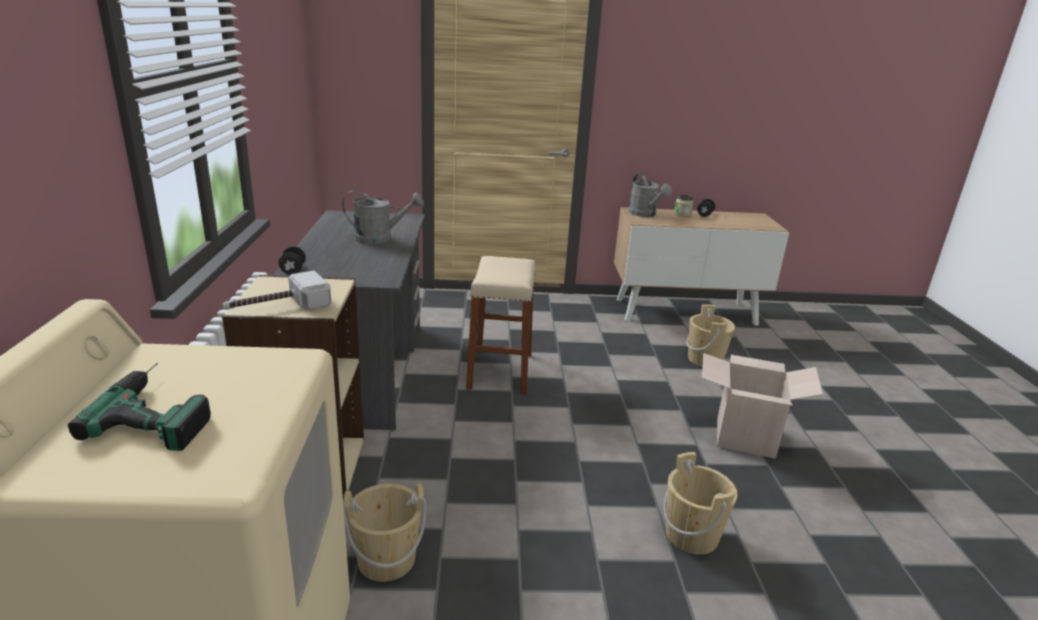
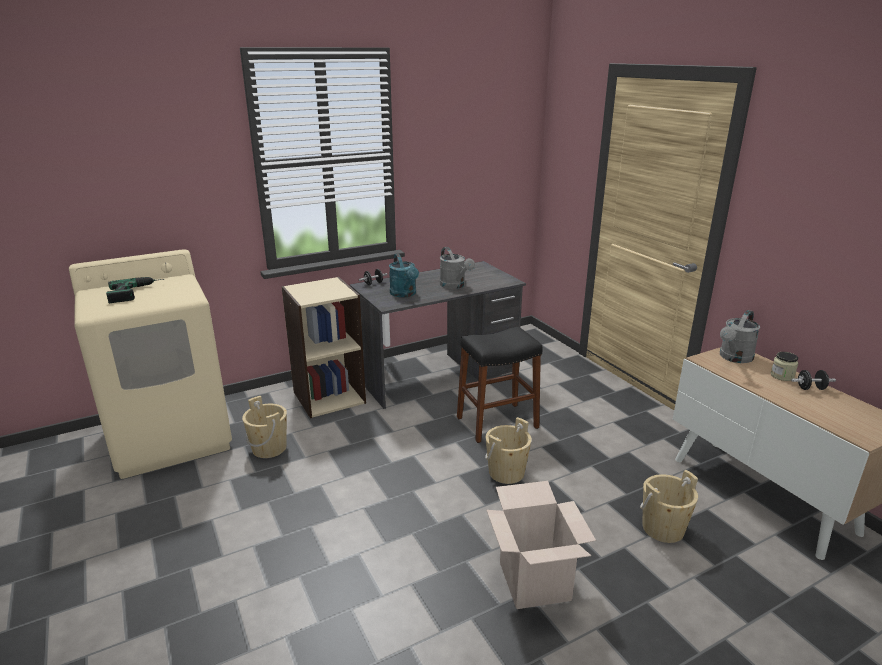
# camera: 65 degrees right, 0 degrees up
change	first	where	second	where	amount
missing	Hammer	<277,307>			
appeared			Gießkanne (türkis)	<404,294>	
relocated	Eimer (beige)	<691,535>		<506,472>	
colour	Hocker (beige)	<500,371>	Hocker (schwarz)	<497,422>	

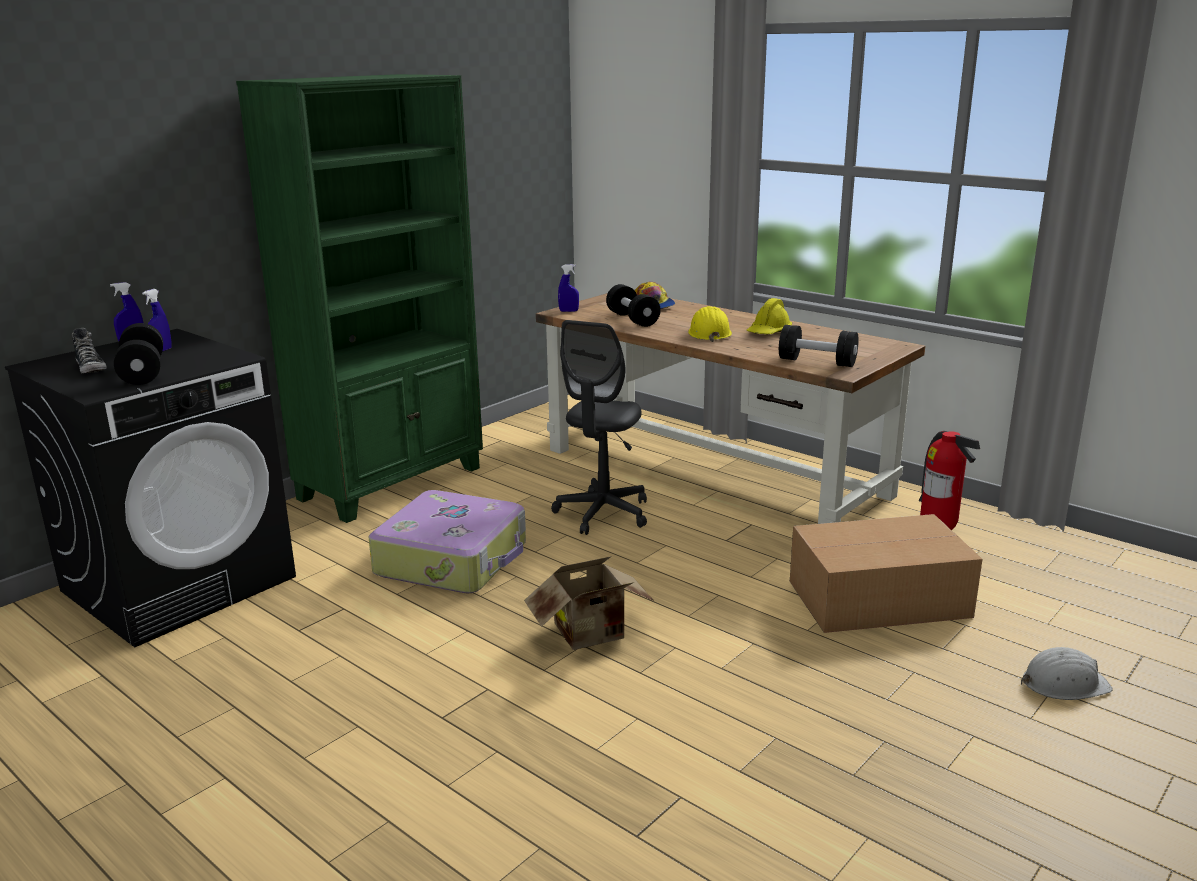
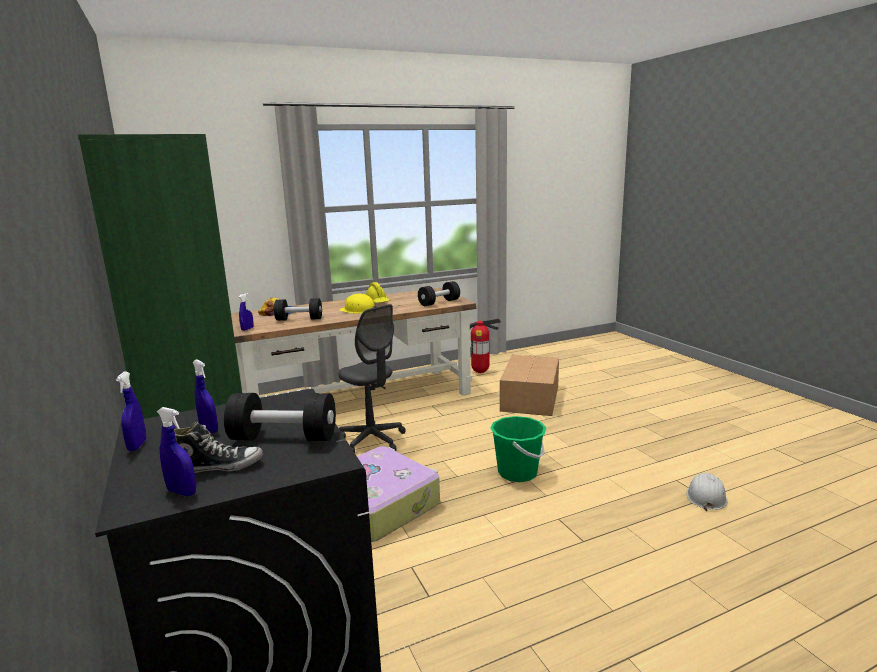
# camera: 65 degrees left, 5 degrees down
change	first	where	second	where	amount
appeared			Sprühflasche (blau)	<182,492>	
relocated	Schutzhelm (weiß)	<1063,684>		<706,496>	
exchanged	Karton	<593,635>	Eimer (grün)	<517,473>	

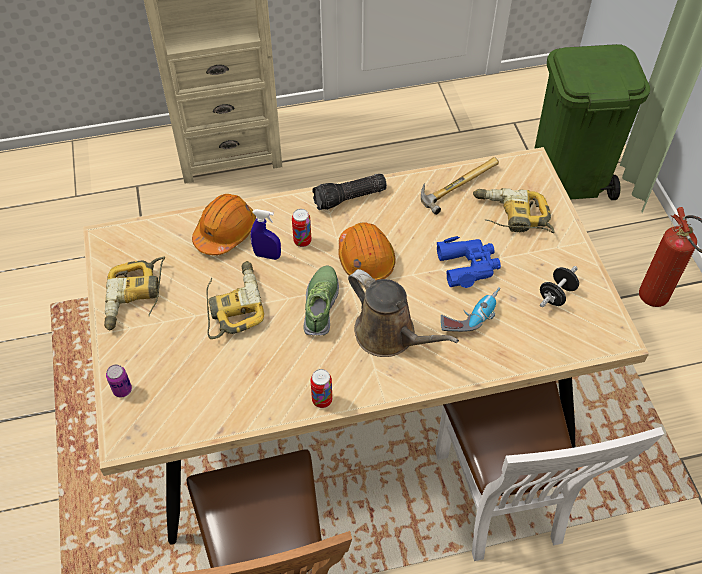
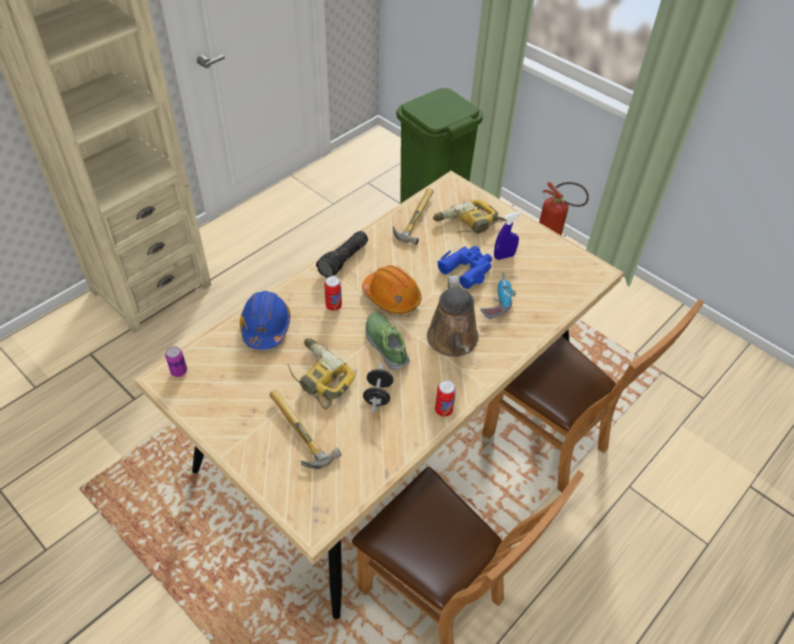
# camera: 35 degrees left, 5 degrees down
change	first	where	second	where	amount
missing	Bohrmaschine	<136,298>			
appeared			Hammer	<296,434>	
relocated	Dose	<122,390>		<179,371>	
relocated	Sprühflasche (blau)	<267,255>		<504,256>	
relocated	Hantel (schwarz)	<556,295>		<378,395>	
colour	Schutzhelm (orange)	<225,232>	Schutzhelm (blau)	<265,327>	
colour	Stuhl (weiß)	<502,503>	Stuhl (braun)	<552,444>	
spun	Gießkanne (braun)	<389,335>		<453,341>	75 degrees clockwise

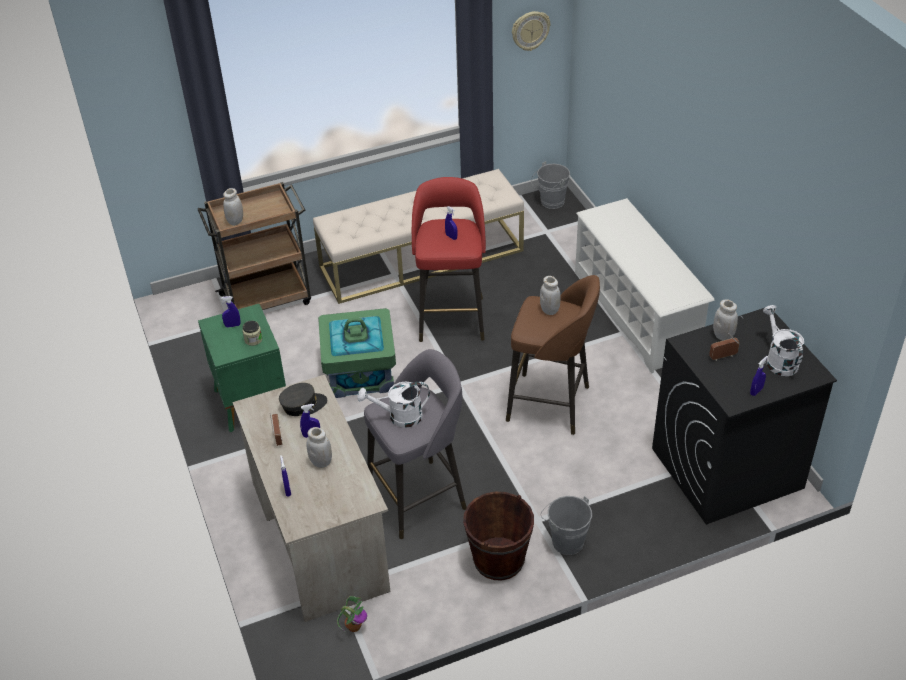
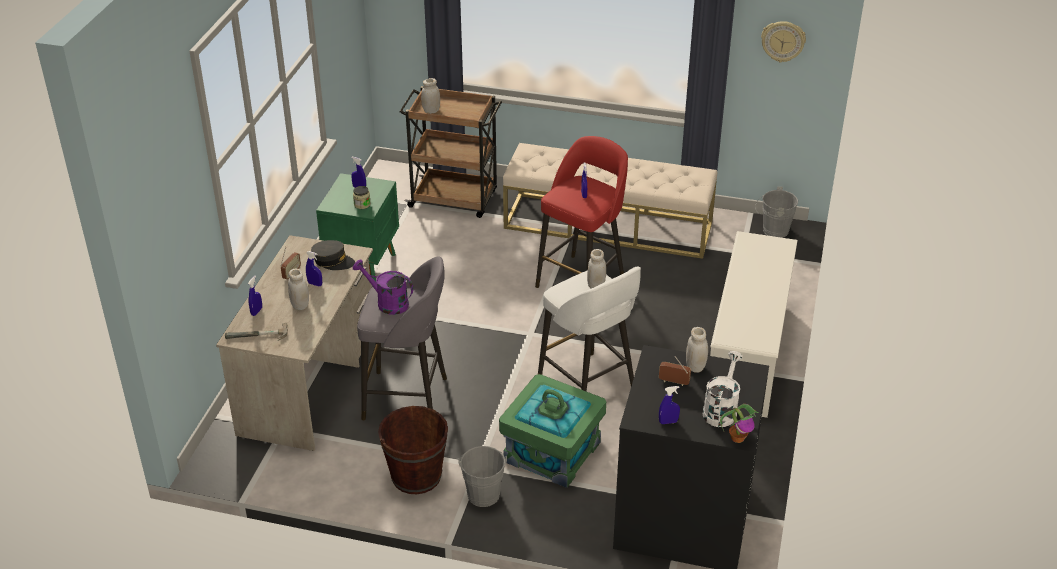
# camera: 35 degrees right, 5 degrees down
change	first	where	second	where	amount
appeared			Hammer	<257,337>	
relocated	Aufbewahrungsbox (grün)	<360,372>		<552,451>	
relocated	Topfpflanze	<354,626>		<738,437>	
colour	Gießkanne (weiß)	<399,417>	Gießkanne (lila)	<387,303>	
colour	Hocker (braun)	<551,404>	Hocker (weiß)	<588,387>	

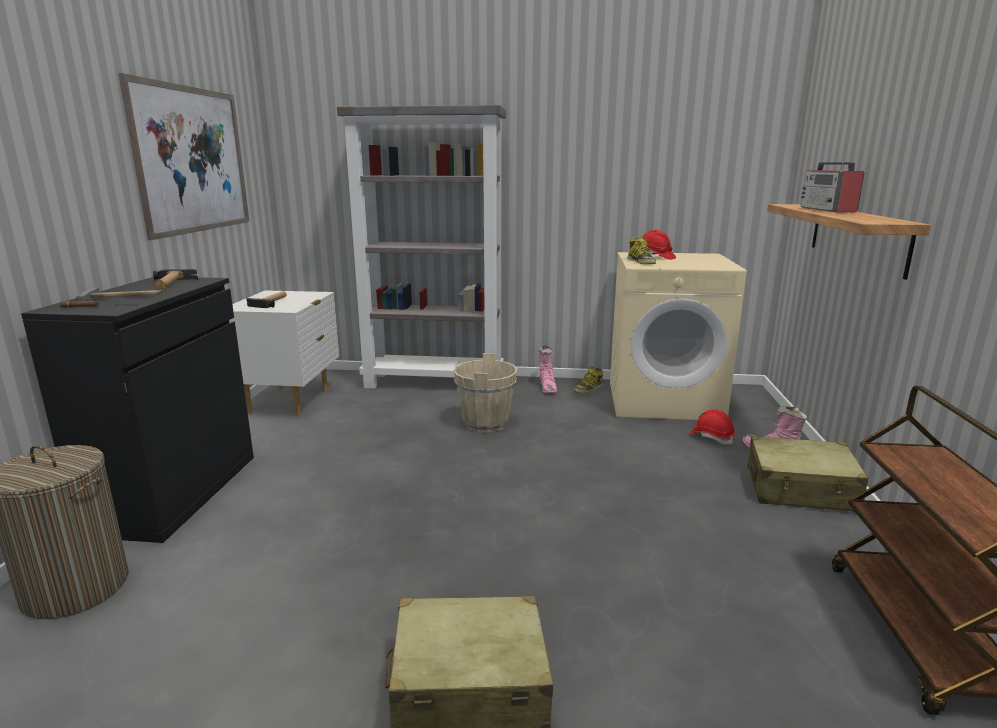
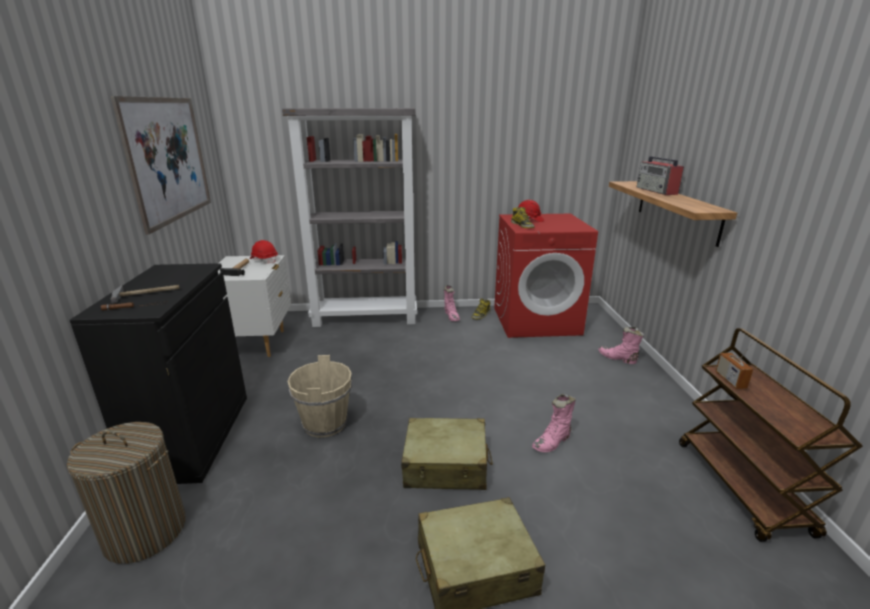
# camera: 10 degrees left, 5 degrees up
change	first	where	second	where	amount
missing	Hammer	<171,284>			
appeared			Stiefel (rosa)	<552,442>	
appeared			Radio	<730,380>	
relocated	Eimer (beige)	<486,423>		<325,424>	
relocated	Schutzhelm (rot)	<711,437>		<264,260>	
relocated	Koffer (beige)	<800,489>		<446,465>	
colour	Waschmaschine (beige)	<664,400>	Waschmaschine (rot)	<536,321>	

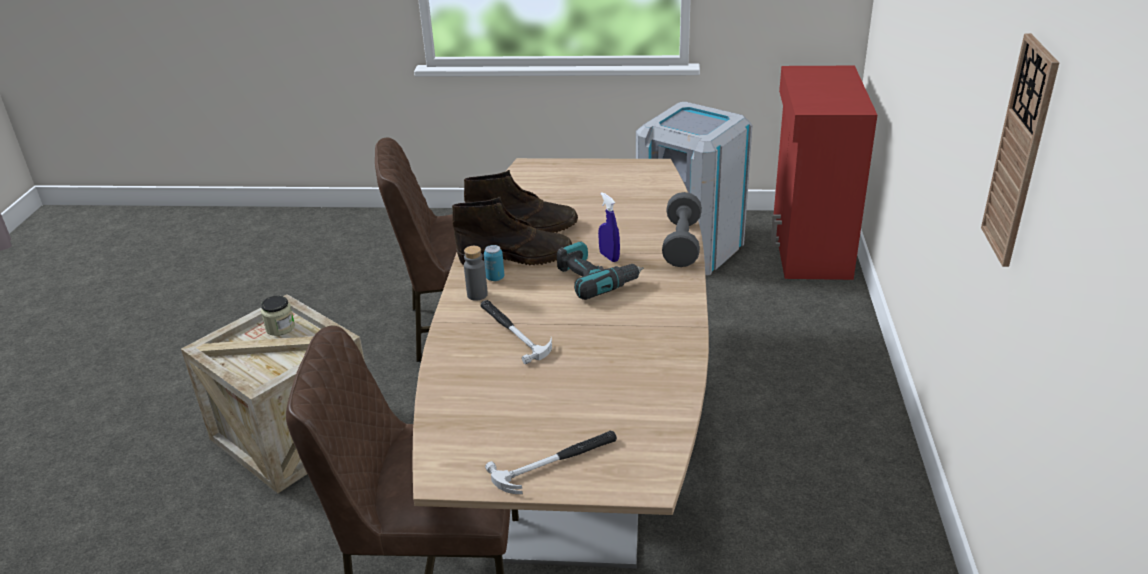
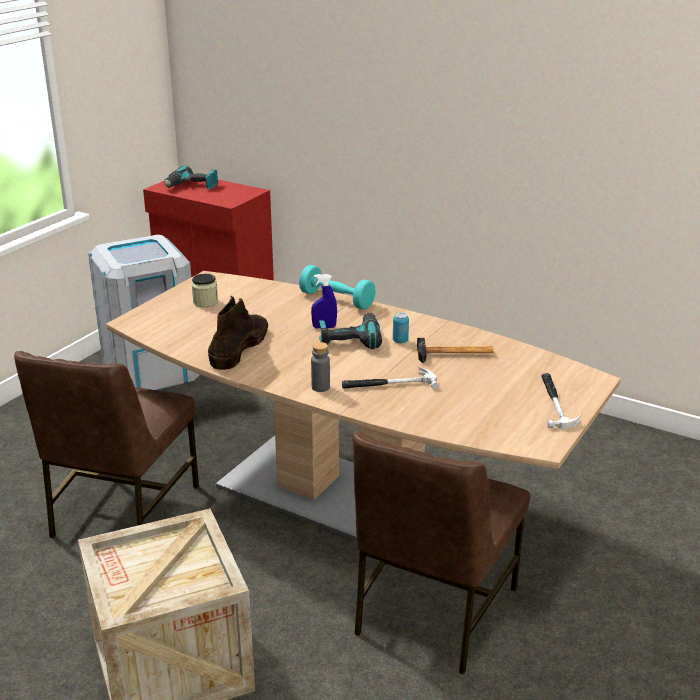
# camera: 65 degrees left, 5 degrees down
change	first	where	second	where	amount
missing	Stiefel (braun)	<517,257>			
missing	Wanduhr	<1020,153>			
appeared			Bohrmaschine	<191,186>	
appeared			Hammer	<455,355>	
relocated	Vorratsglas	<280,328>		<205,302>	
relocated	Dose	<495,278>		<400,341>	
colour	Hantel (grau)	<682,244>	Hantel (türkis)	<337,300>	

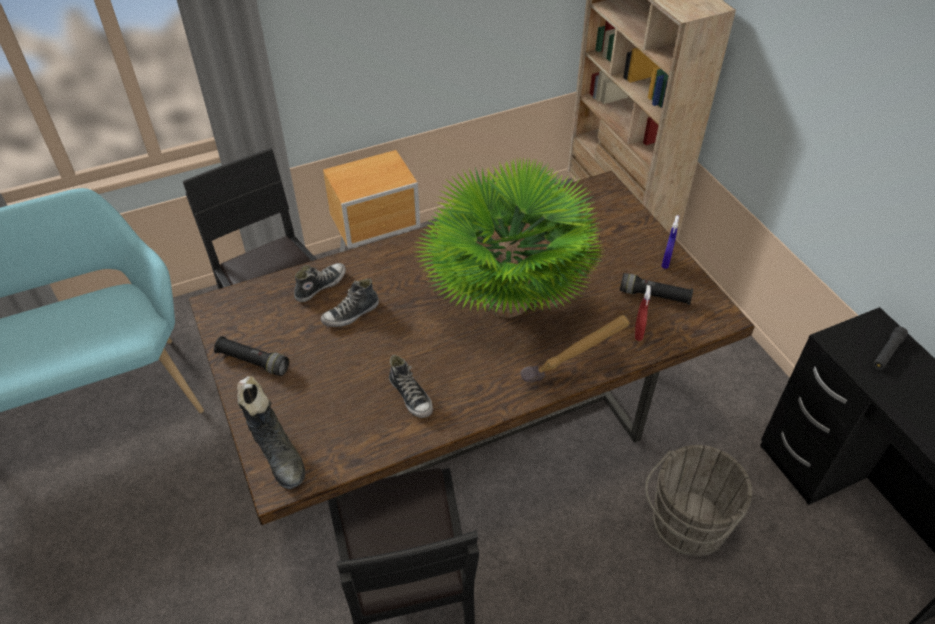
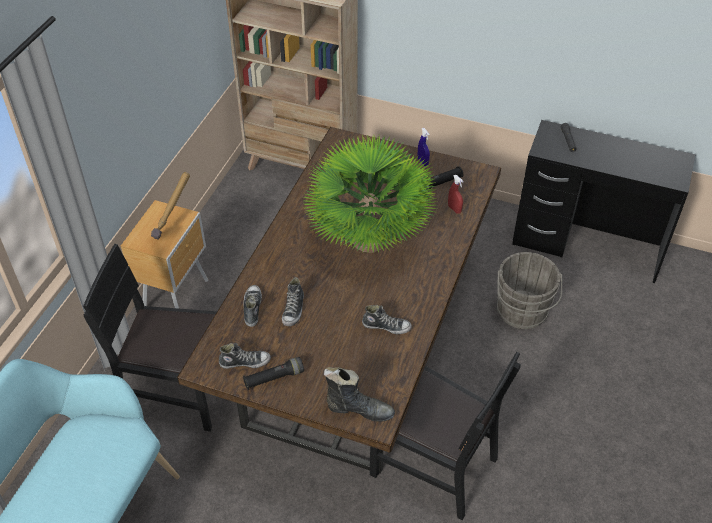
# camera: 45 degrees left, 0 degrees up
change	first	where	second	where	amount
appeared			Schuh	<245,362>	
relocated	Hammer	<569,382>		<175,229>	

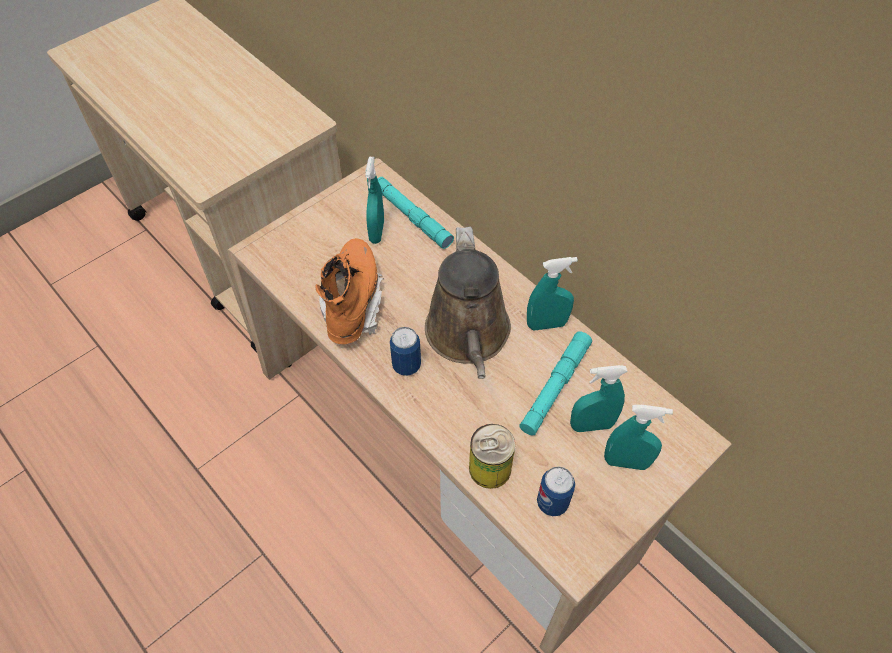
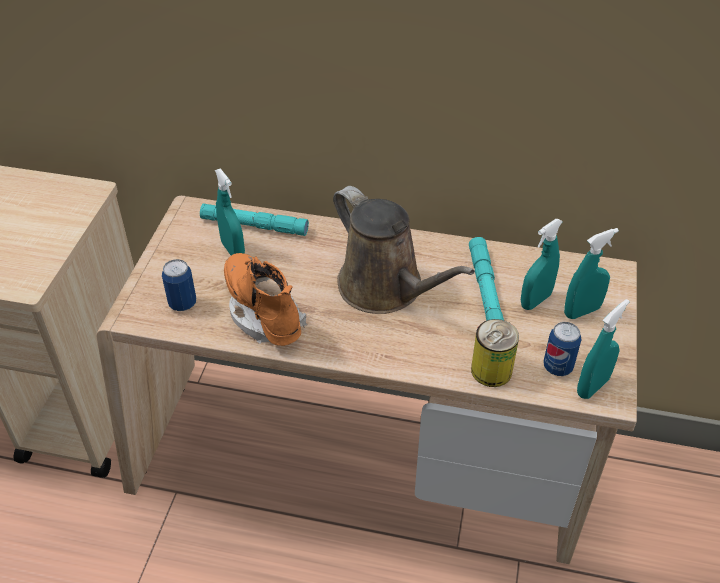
# camera: 35 degrees left, 10 degrees down
change	first	where	second	where	amount
relocated	Dose	<406,365>		<182,303>	
relocated	Sprühflasche (türkis)	<546,324>		<592,386>	

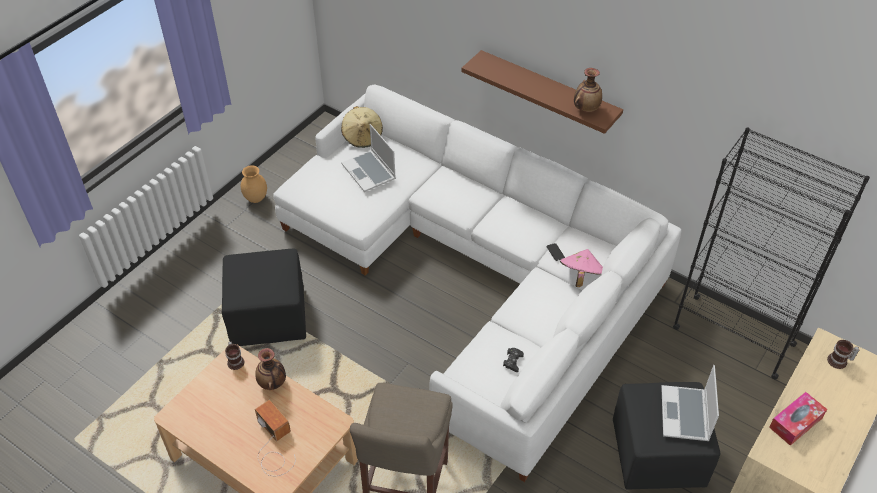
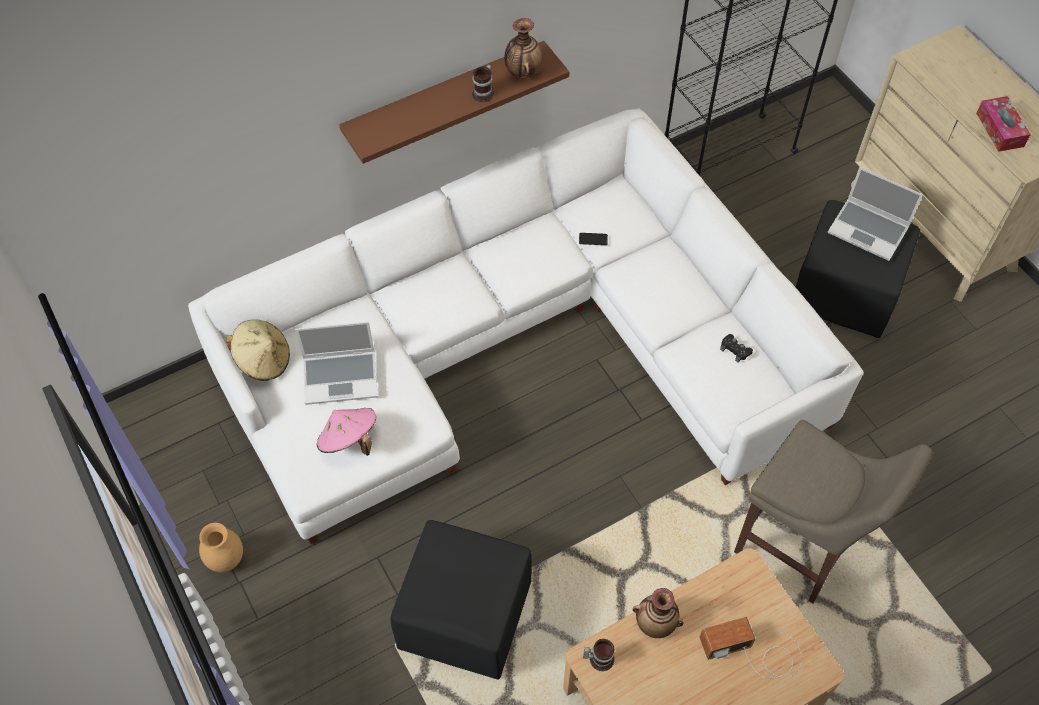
# camera: 65 degrees left, 10 degrees up
change	first	where	second	where	amount
relocated	Hut (rosa)	<581,276>		<349,440>	
relocated	Henkelbecher	<839,361>		<485,92>	

